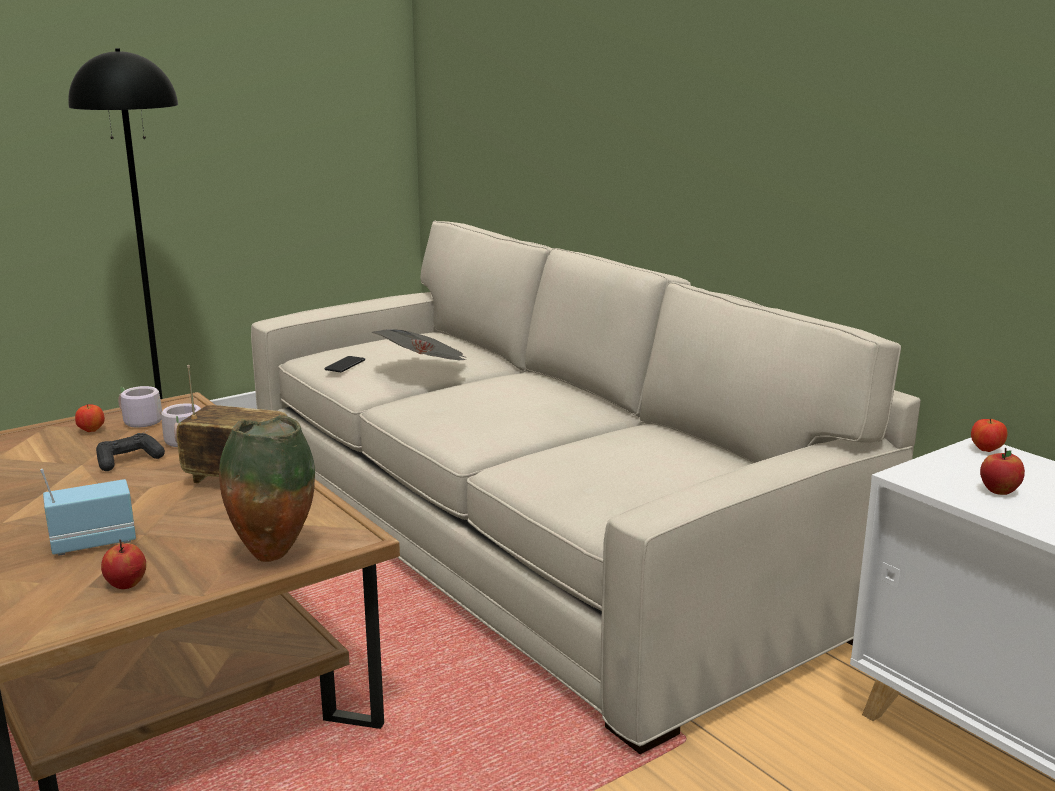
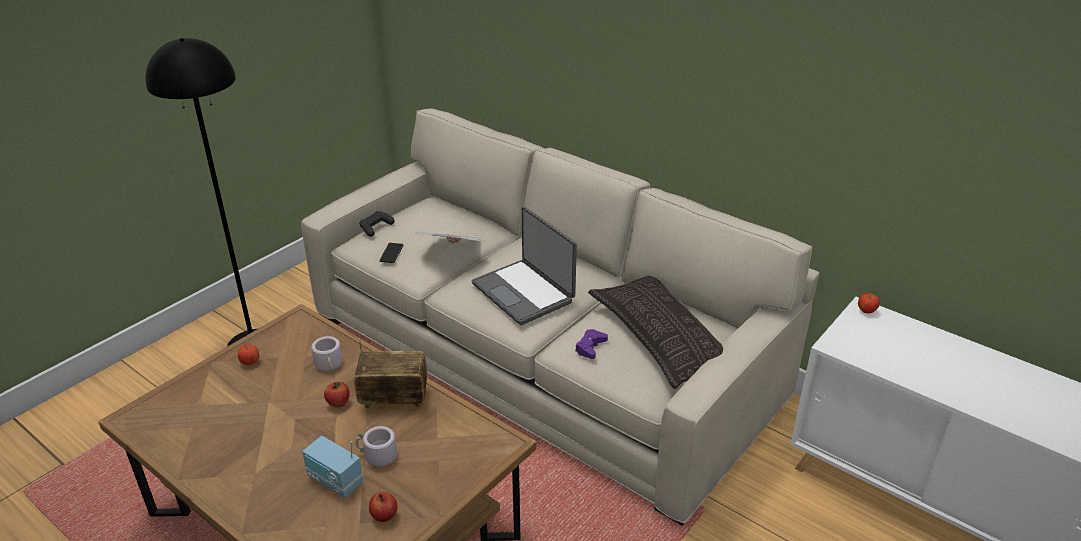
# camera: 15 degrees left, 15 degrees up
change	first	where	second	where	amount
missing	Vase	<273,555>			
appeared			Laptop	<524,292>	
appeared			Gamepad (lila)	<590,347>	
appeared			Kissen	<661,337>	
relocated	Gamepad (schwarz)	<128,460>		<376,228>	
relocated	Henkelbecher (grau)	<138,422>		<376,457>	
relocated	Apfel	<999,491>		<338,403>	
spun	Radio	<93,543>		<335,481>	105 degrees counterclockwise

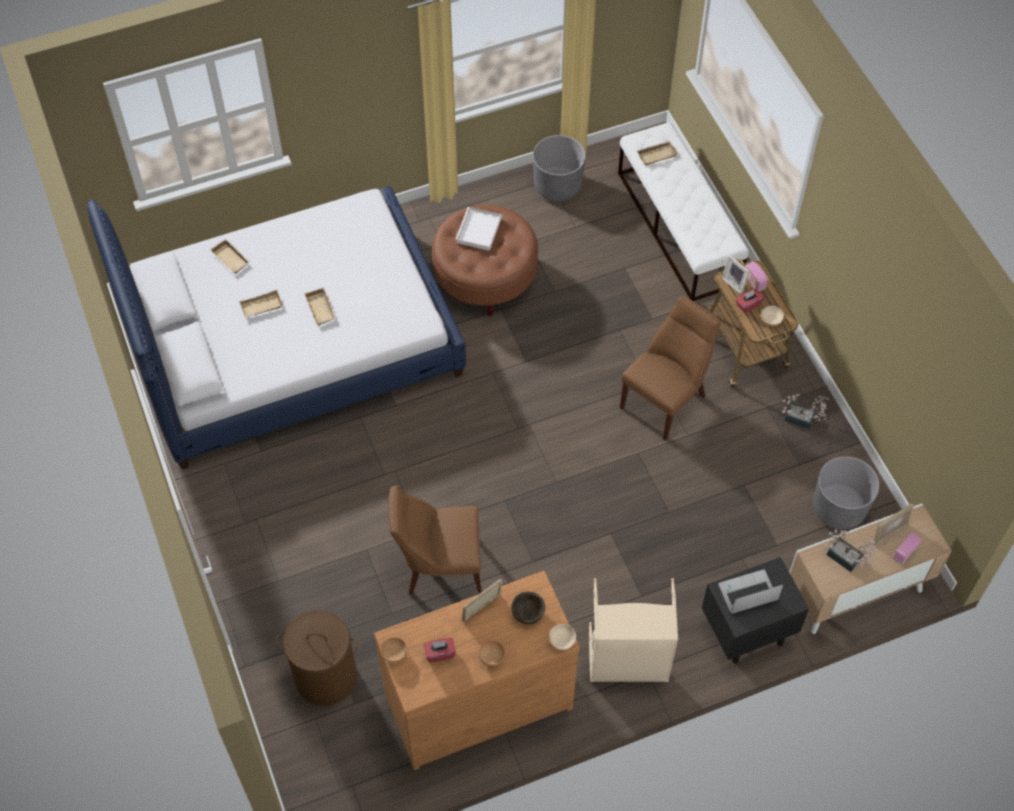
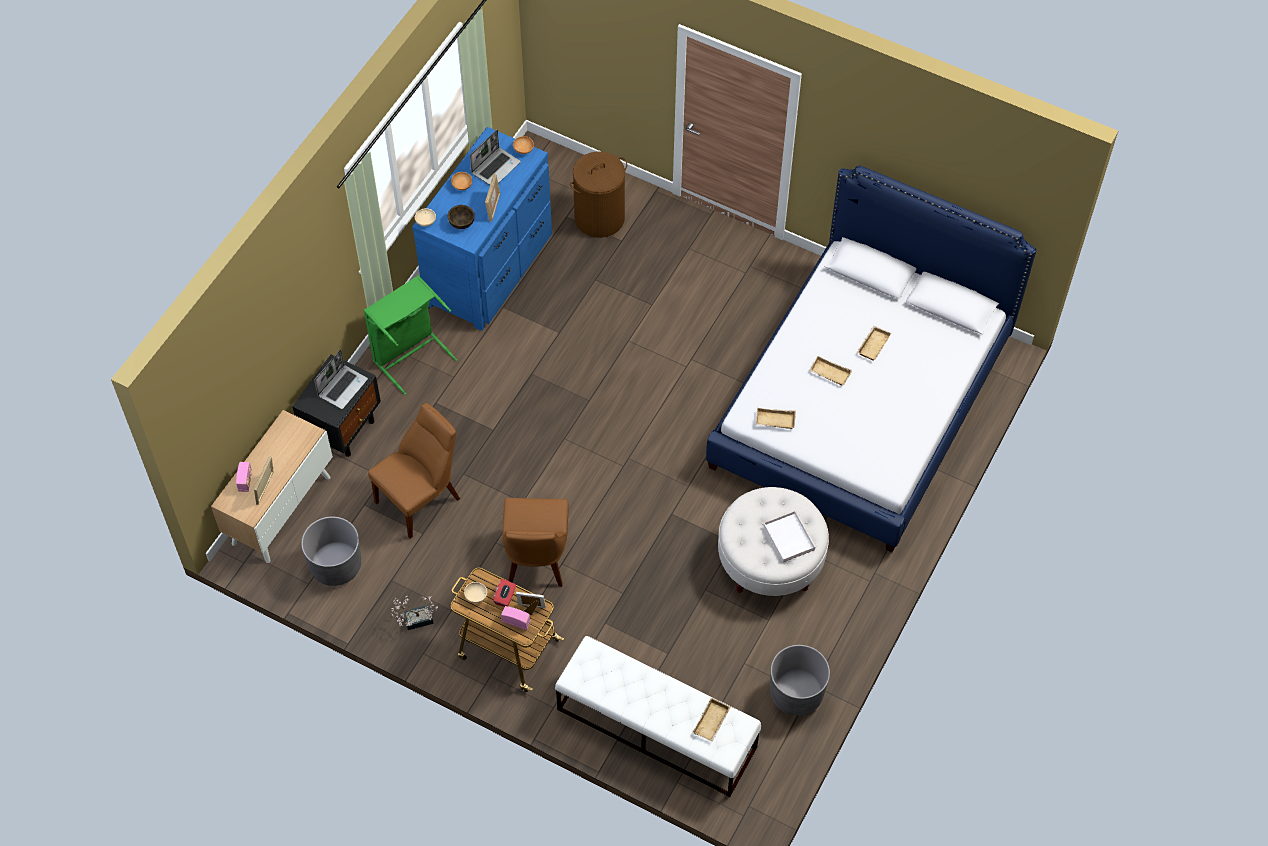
# camera: 140 degrees right, 0 degrees up
change	first	where	second	where	amount
missing	Topfpflanze	<847,559>			
relocated	Tablett (beige)	<232,258>		<774,421>	
relocated	Stuhl (braun)	<439,566>		<421,498>	
exchanged	Taschentuchbox (rot)	<440,653>	Laptop	<496,167>	
colour	Kommode (braun)	<477,699>	Kommode (blau)	<491,268>	
colour	Polsterhocker (braun)	<485,278>	Polsterhocker (weiß)	<770,560>	
colour	Wäschekorb (beige)	<628,662>	Wäschekorb (grün)	<410,355>	

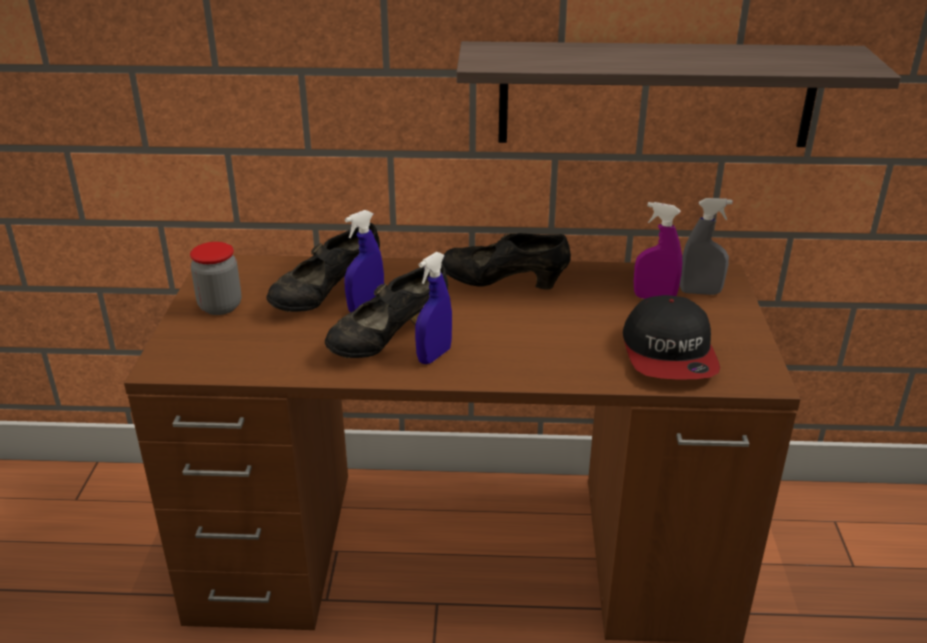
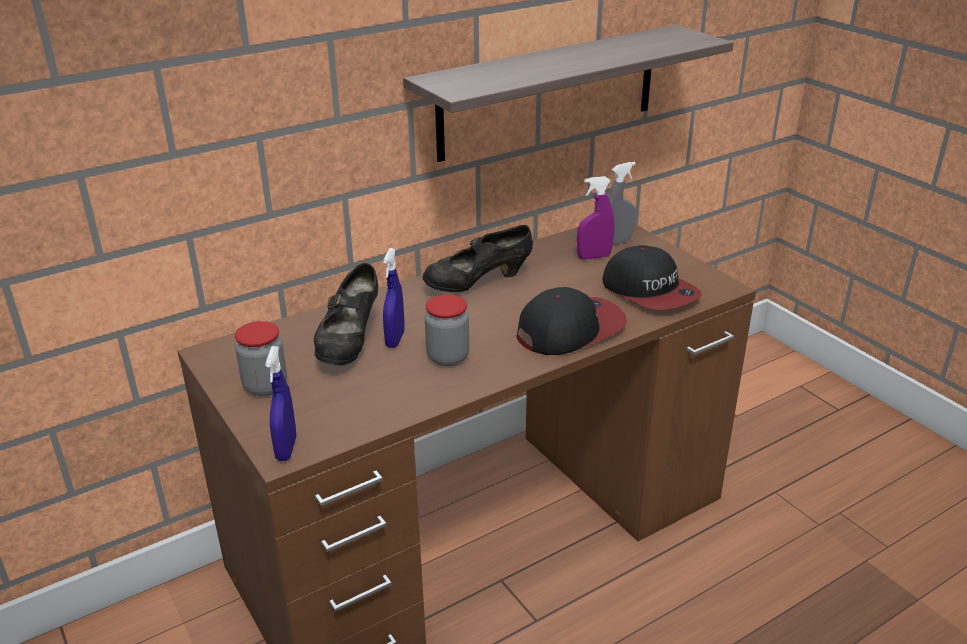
# camera: 35 degrees left, 0 degrees up
change	first	where	second	where	amount
appeared			Kappe	<570,330>	
relocated	Sprühflasche (blau)	<434,356>		<286,449>	
exchanged	Schuh (schwarz)	<388,340>	Vorratsglas	<448,357>	

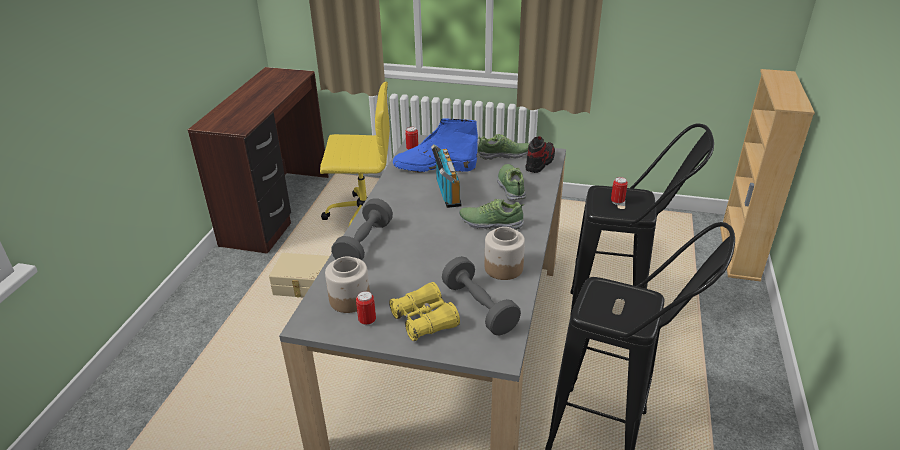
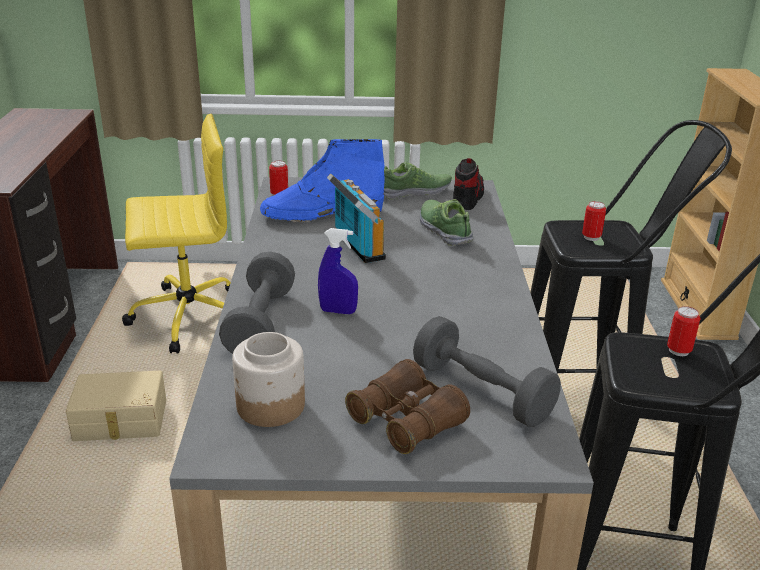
# camera: 15 degrees left, 5 degrees down
change	first	where	second	where	amount
missing	Schuh	<491,223>			
missing	Vorratsglas	<503,268>			
appeared			Sprühflasche (blau)	<338,311>	
relocated	Dose	<367,321>		<678,351>	
colour	Fernglas (gelb)	<424,320>	Fernglas (braun)	<406,421>	

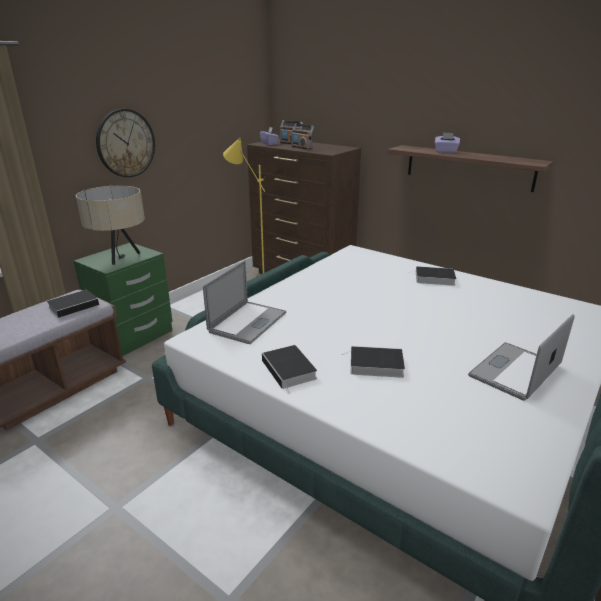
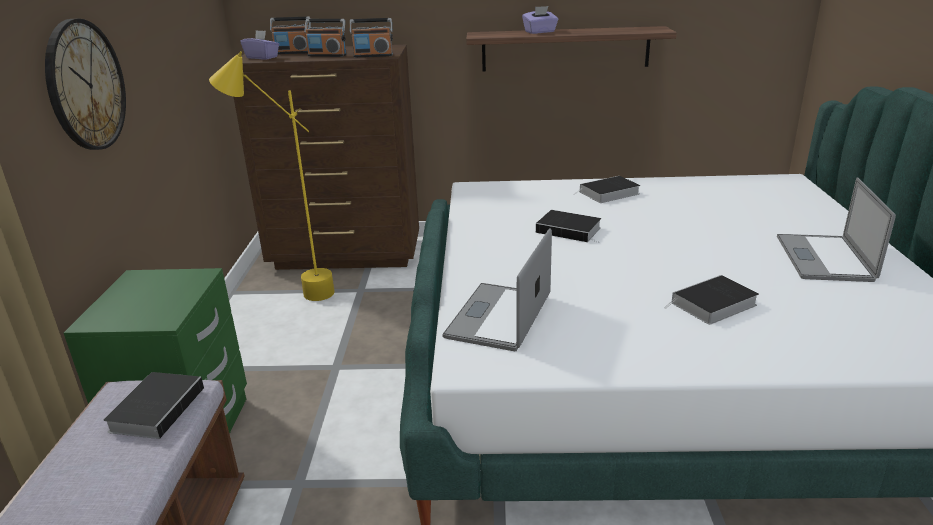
# camera: 35 degrees left, 0 degrees up
change	first	where	second	where	amount
missing	Tischlampe (beige)	<120,258>			
appeared			Radio	<373,56>	
relocated	Buch	<290,370>		<570,230>	
spun	Laptop	<247,322>		<499,316>	150 degrees counterclockwise

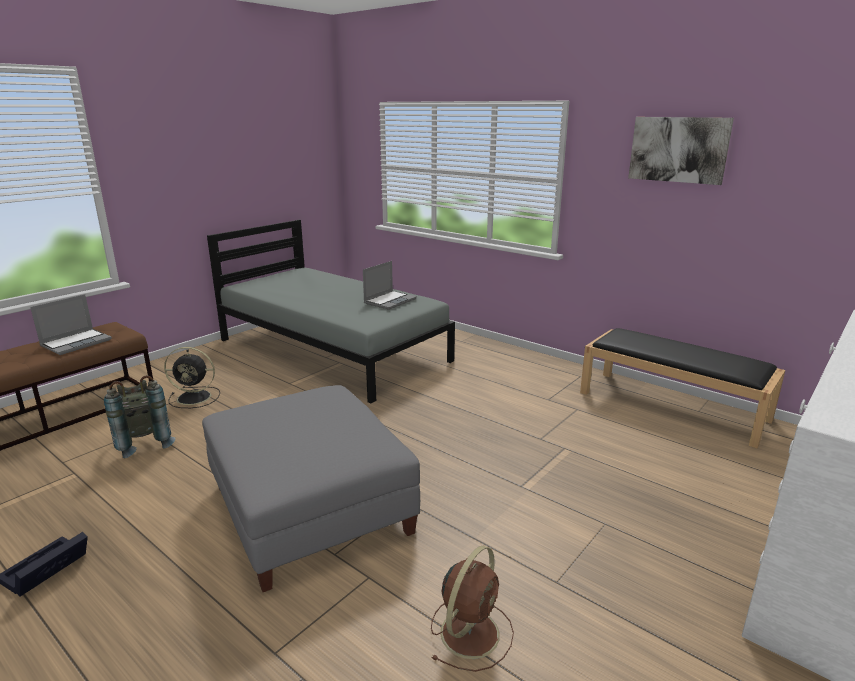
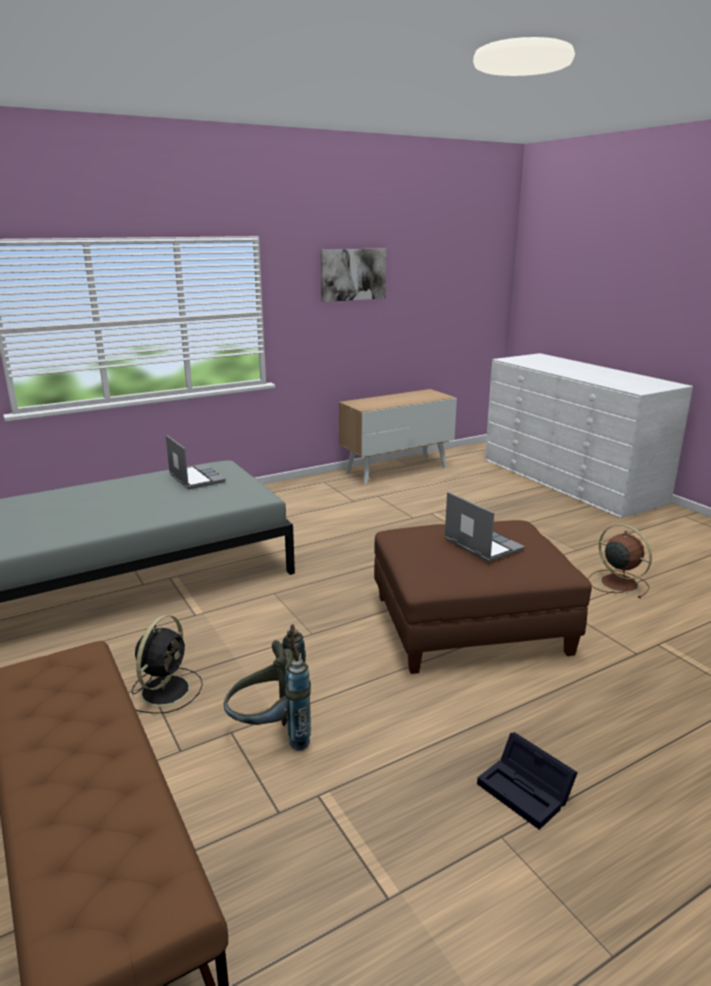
# camera: 70 degrees left, 0 degrees up
change	first	where	second	where	amount
relocated	Laptop	<77,342>		<481,545>	
exchanged	Bank (schwarz)	<673,406>	Schrank	<396,469>	
colour	Polsterhocker (grau)	<311,508>	Polsterhocker (braun)	<470,624>	

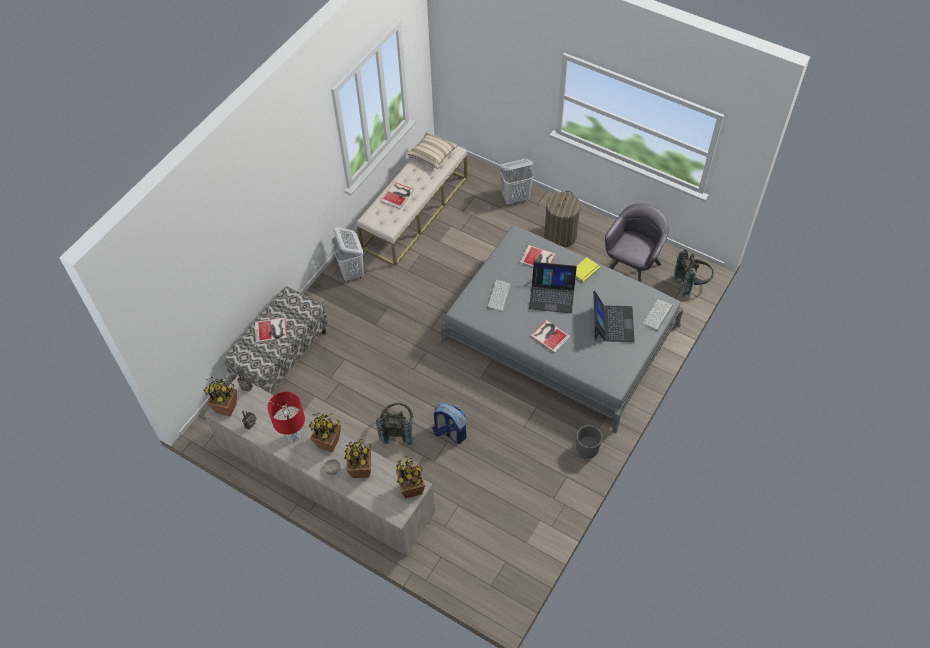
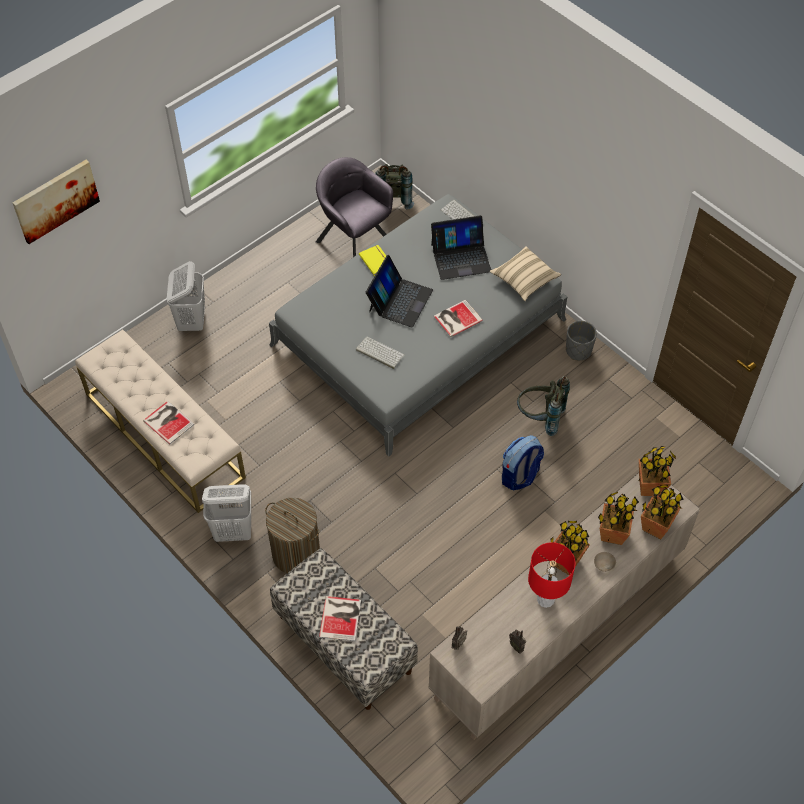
# camera: 75 degrees left, 0 degrees up
change	first	where	second	where	amount
missing	Buch	<538,259>			
appeared			Bild	<55,200>	
relocated	Topfpflanze	<226,408>		<655,527>	
relocated	Rucksack (grau)	<397,430>		<540,418>	
relocated	Kissen (beige)	<432,155>		<524,280>	
relocated	Wäschekorb	<560,236>		<296,553>	
spun	Laptop	<612,323>		<460,257>	150 degrees clockwise

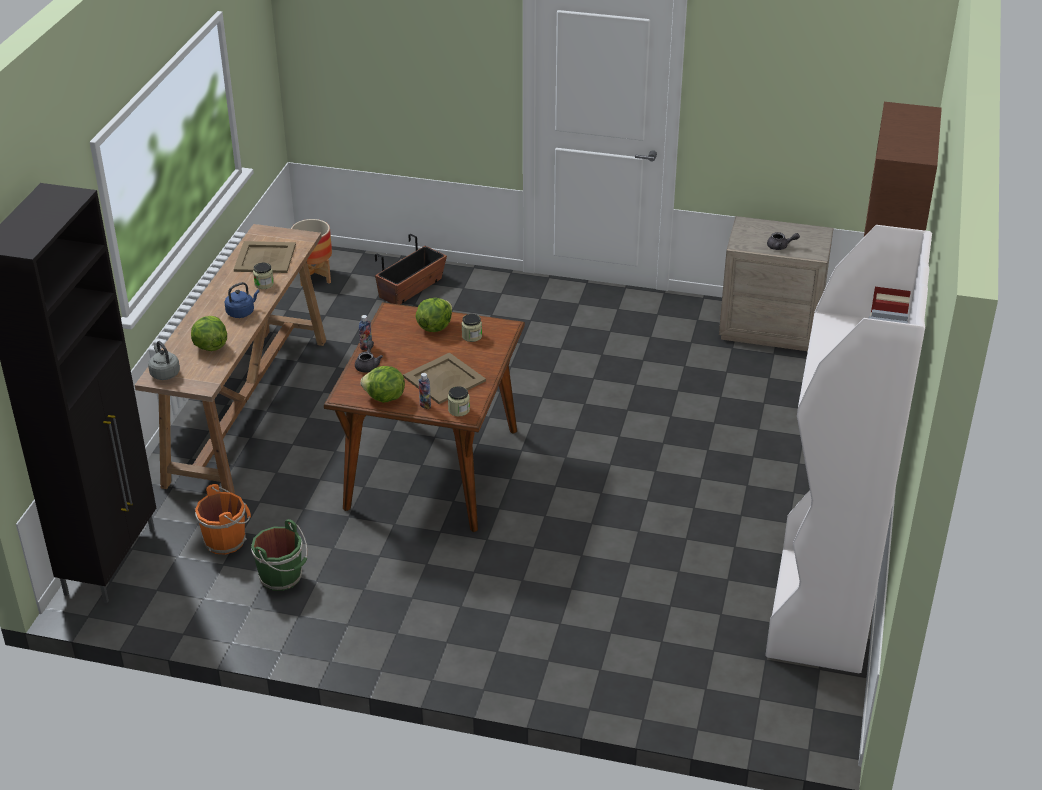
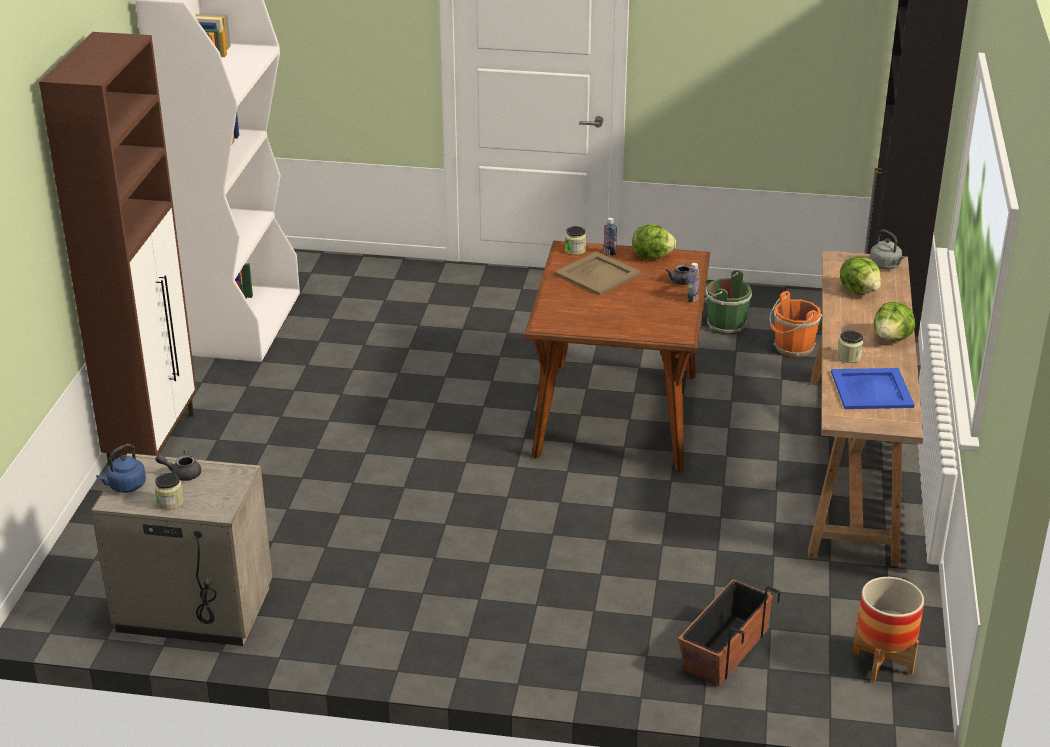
# camera: 175 degrees right, 5 degrees down
change	first	where	second	where	amount
relocated	Wasserkessel (blau)	<242,312>		<125,486>	
relocated	Salatkopf	<434,327>		<892,338>	
relocated	Vorratsglas	<472,336>		<170,502>	
colour	Tablett (beige)	<265,257>	Tablett (blau)	<871,390>	

